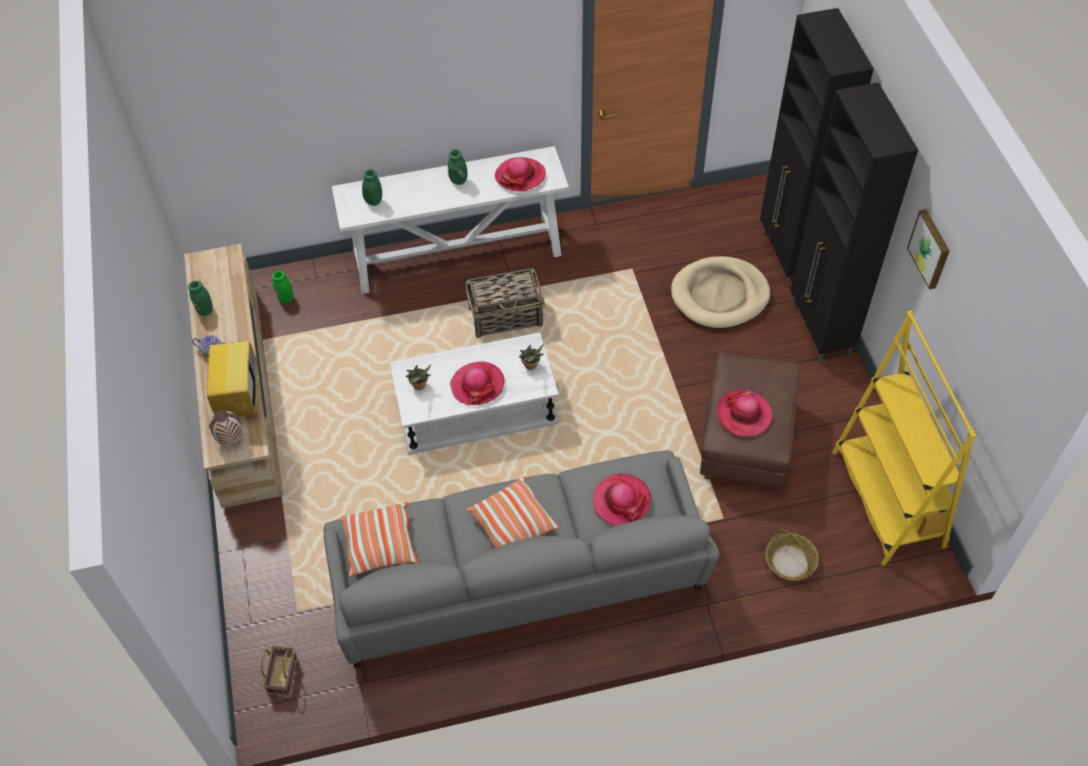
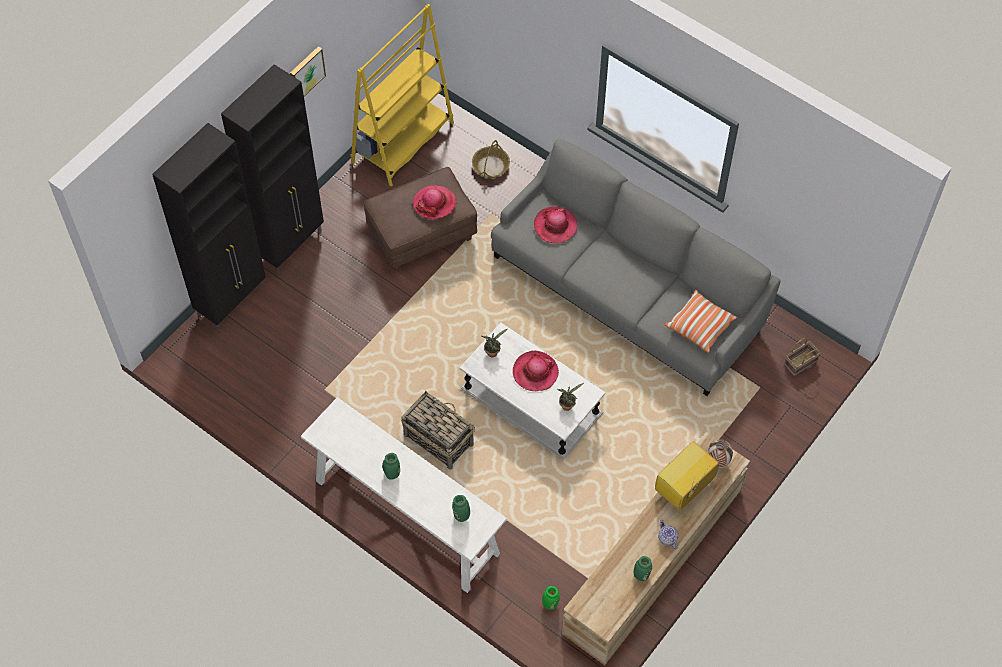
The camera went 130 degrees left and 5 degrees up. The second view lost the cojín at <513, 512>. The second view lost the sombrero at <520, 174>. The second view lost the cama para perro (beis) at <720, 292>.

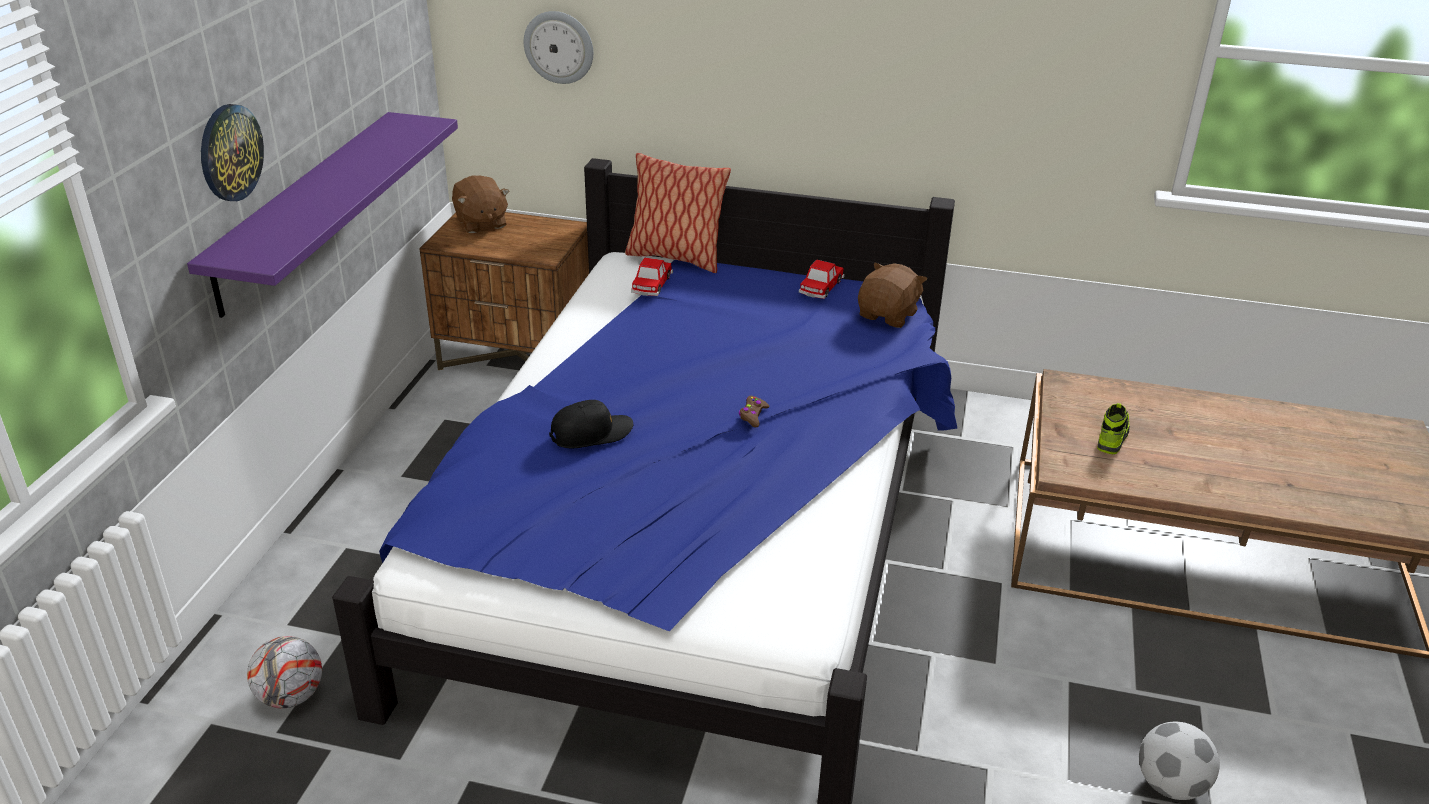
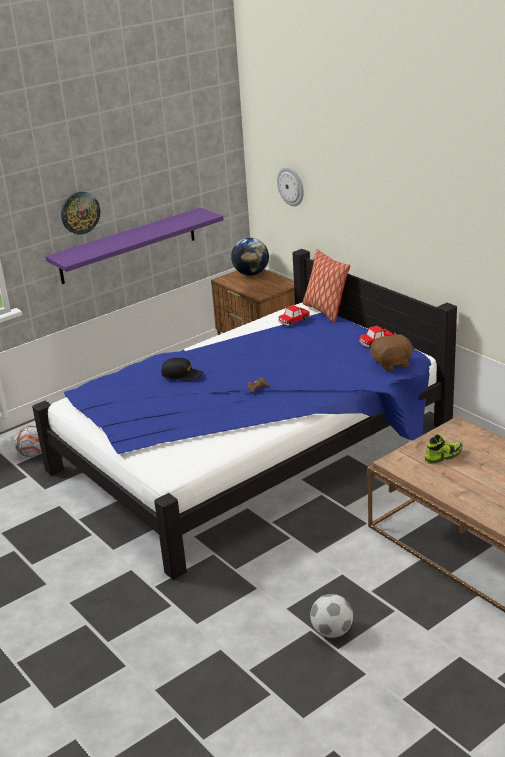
The camera went 40 degrees right and 5 degrees down. Where the peluche (marrón) stood at <480, 204>, the globo terráqueo came to stand at <250, 257>.

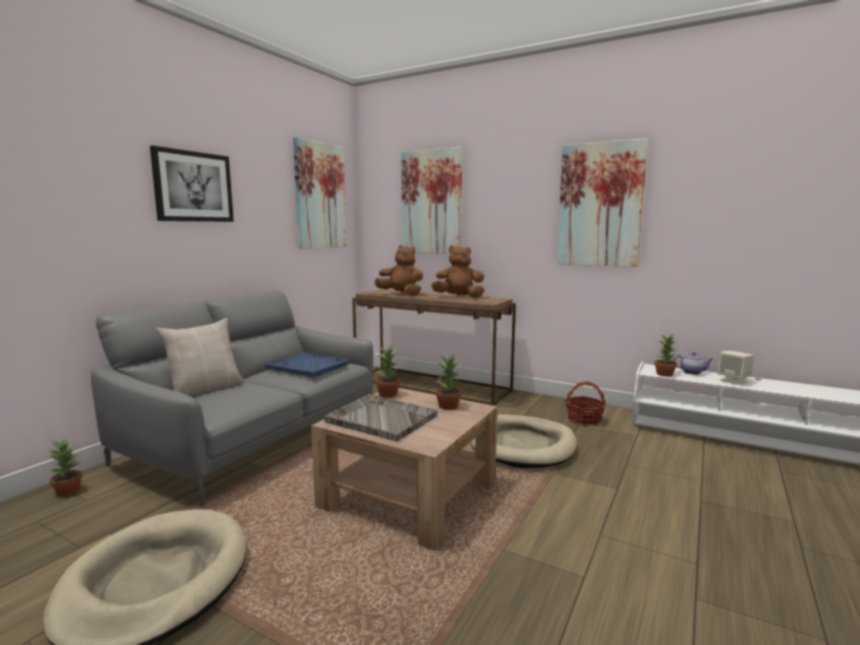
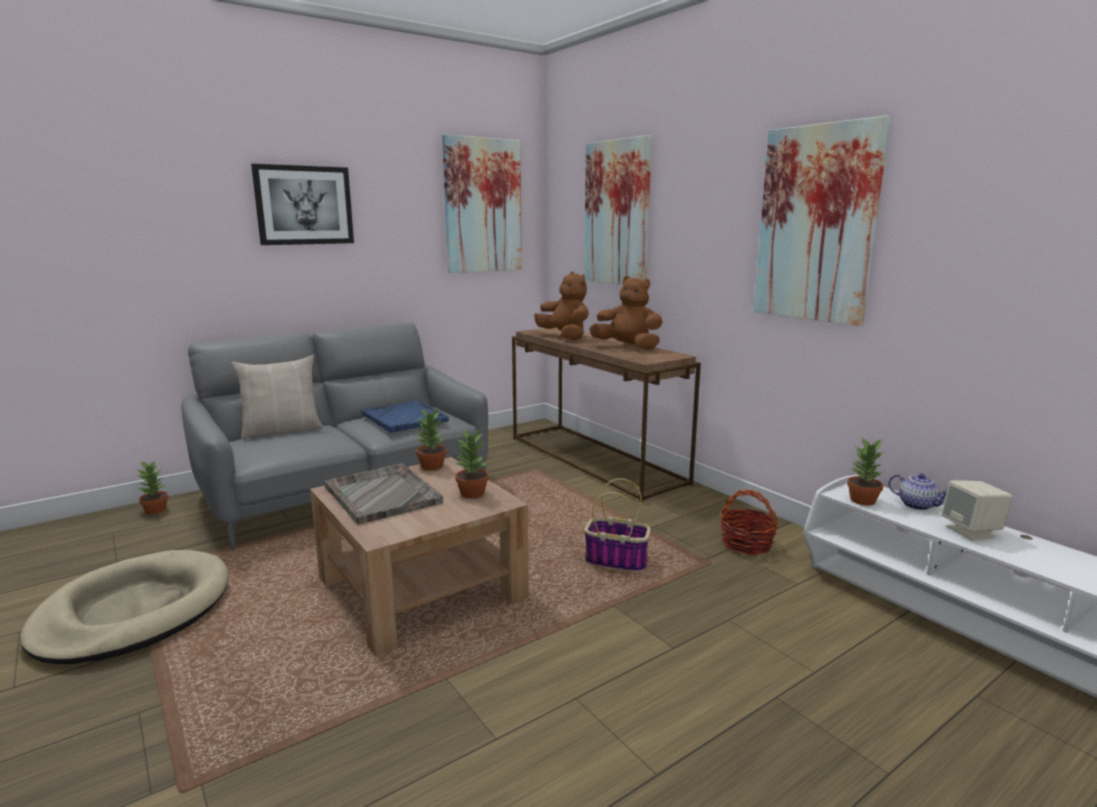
The camera went 25 degrees right and 5 degrees up. Where the cama para perro (beis) stood at <523, 441>, the cesta came to stand at <617, 525>.

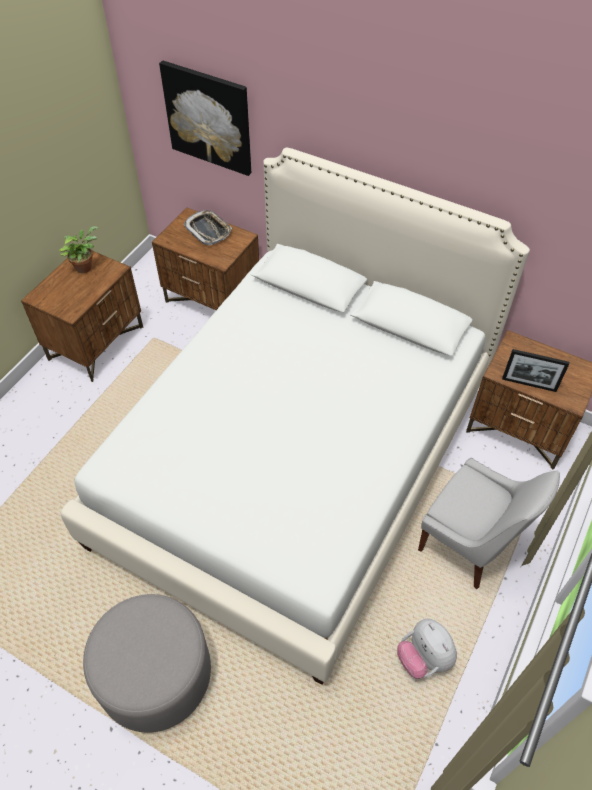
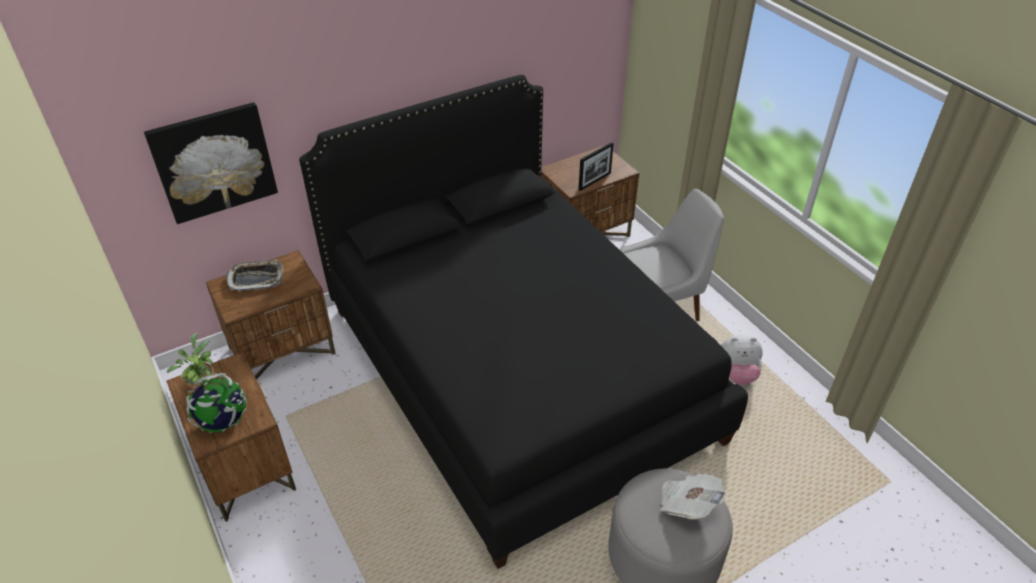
The camera went 60 degrees left and 10 degrees down. The second view gained the globo terráqueo at <216, 403>. What was the cama (blanco) at <295, 416> turned into the cama (negro) at <523, 322>. The second view gained the periódico at <693, 496>.

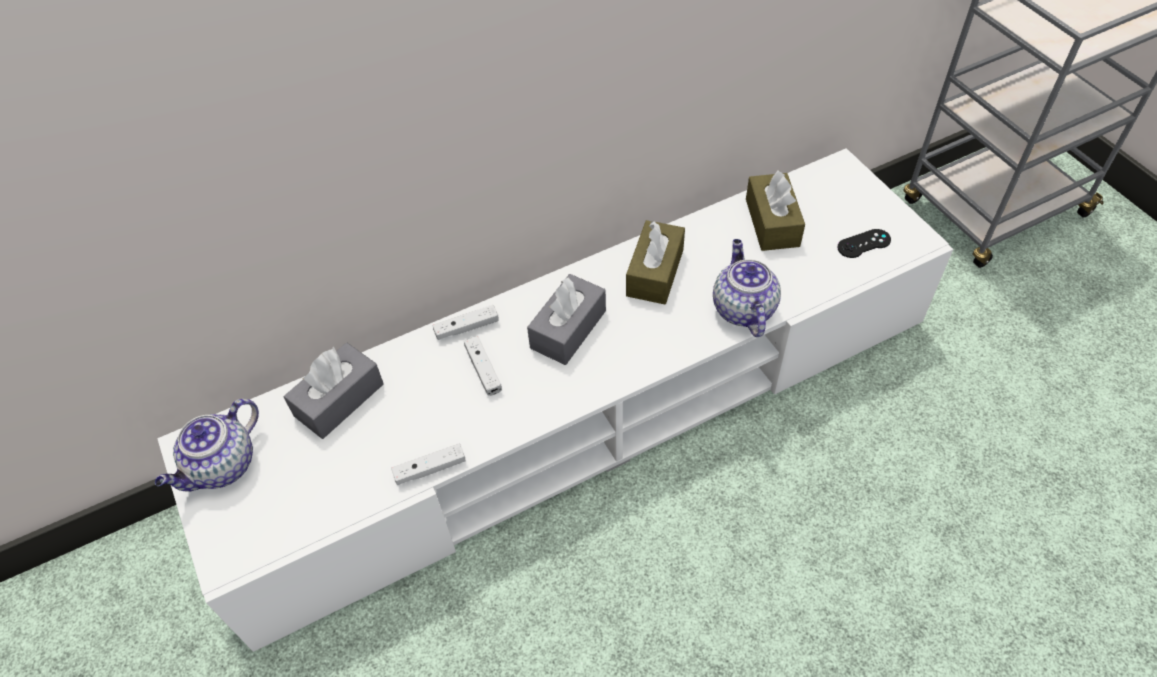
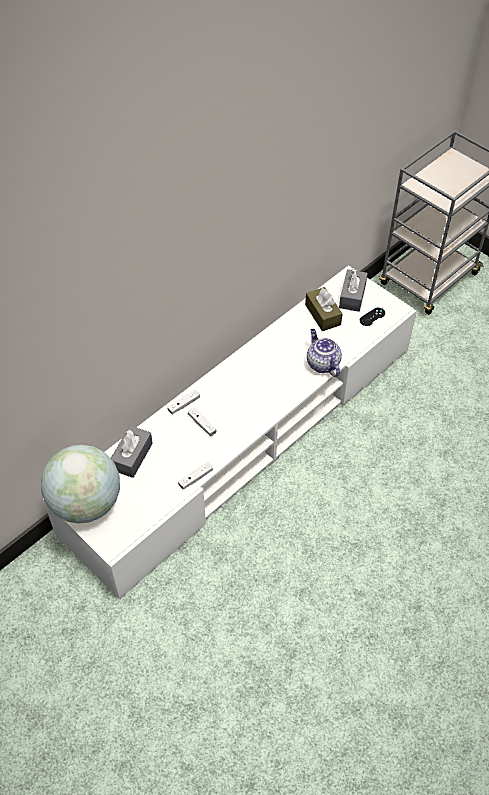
The camera went 20 degrees left and 0 degrees up. Where the tetera stood at <207, 445>, the globo terráqueo came to stand at <80, 484>. The caja de pañuelos (gris) ended up elsewhere, having gone from <566, 319> to <353, 290>. The second view lost the caja de pañuelos (marrón) at <655, 262>.

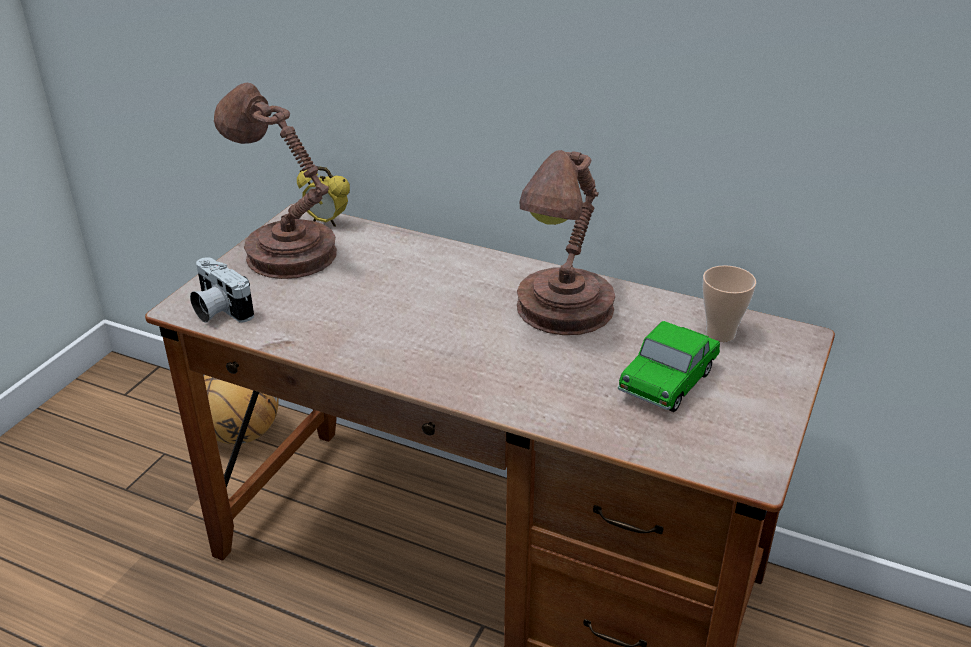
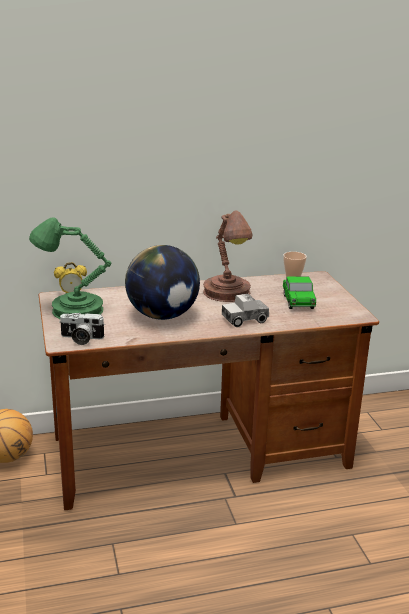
The camera went 40 degrees left and 10 degrees down. What was the lámpara de mesa (marrón) at <275, 181> turned into the lámpara de mesa (verde) at <70, 268>. The second view gained the globo terráqueo at <162, 282>. The second view gained the camión de juguete at <245, 310>.

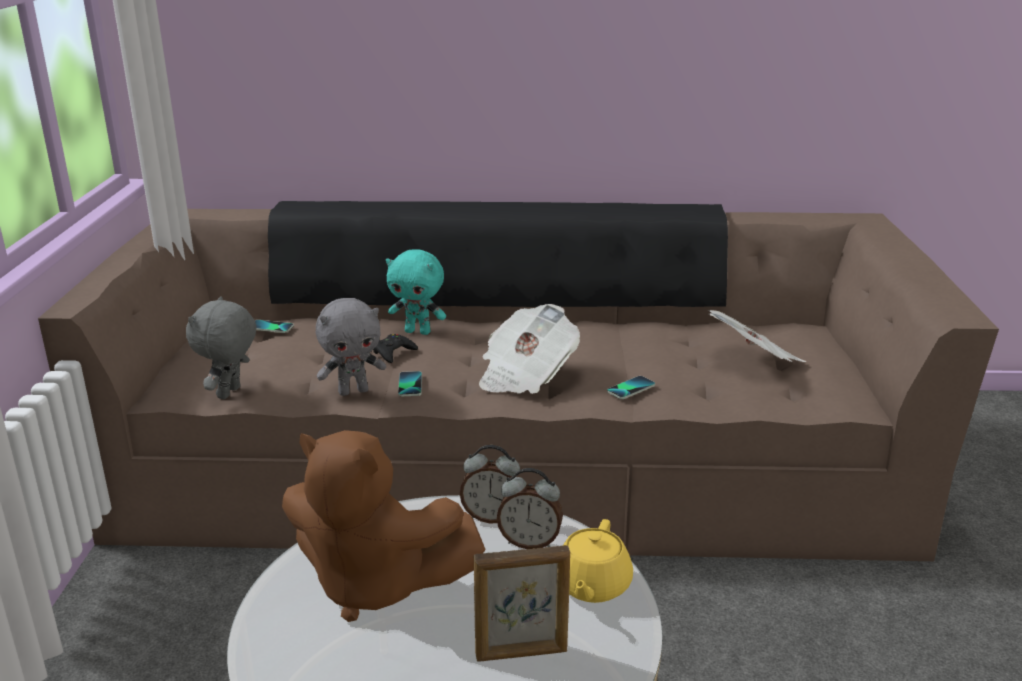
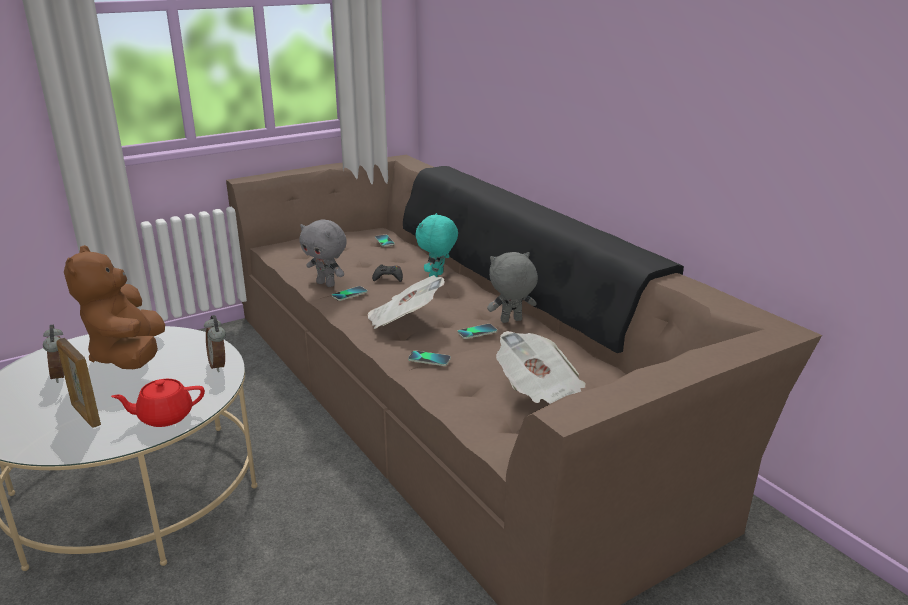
The camera went 55 degrees right and 0 degrees up. The despertador ended up elsewhere, having gone from <530, 508> to <53, 354>. What was the tetera (amarillo) at <598, 561> turned into the tetera (rojo) at <158, 403>. The peluche (turquesa) at <416, 292> ended up facing another way, 45 degrees clockwise from before. The second view gained the móvil at <477, 331>. The peluche (gris) ended up elsewhere, having gone from <221, 347> to <512, 287>.

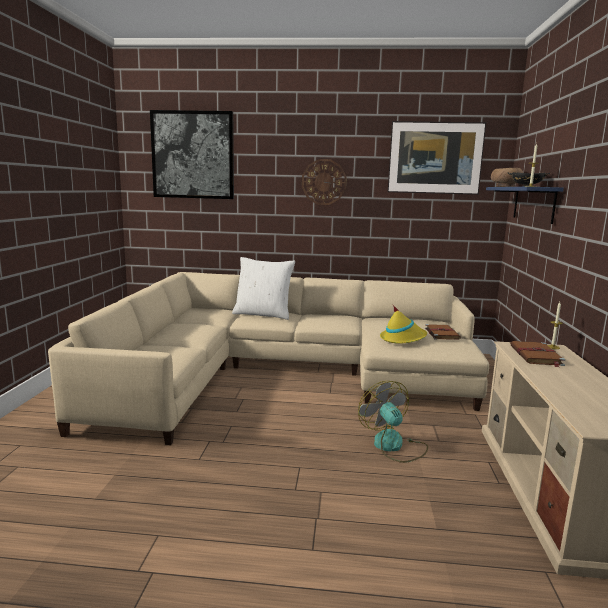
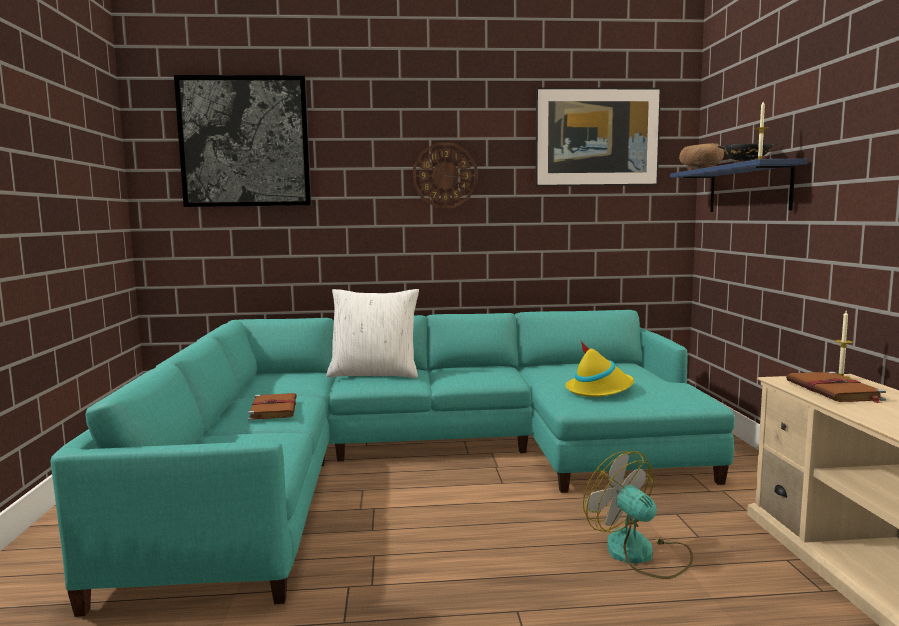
The camera went 10 degrees left and 5 degrees down. What was the sofá (beis) at <268, 358> turned into the sofá (turquesa) at <392, 463>. The libro (marrón) ended up elsewhere, having gone from <443, 332> to <272, 407>.

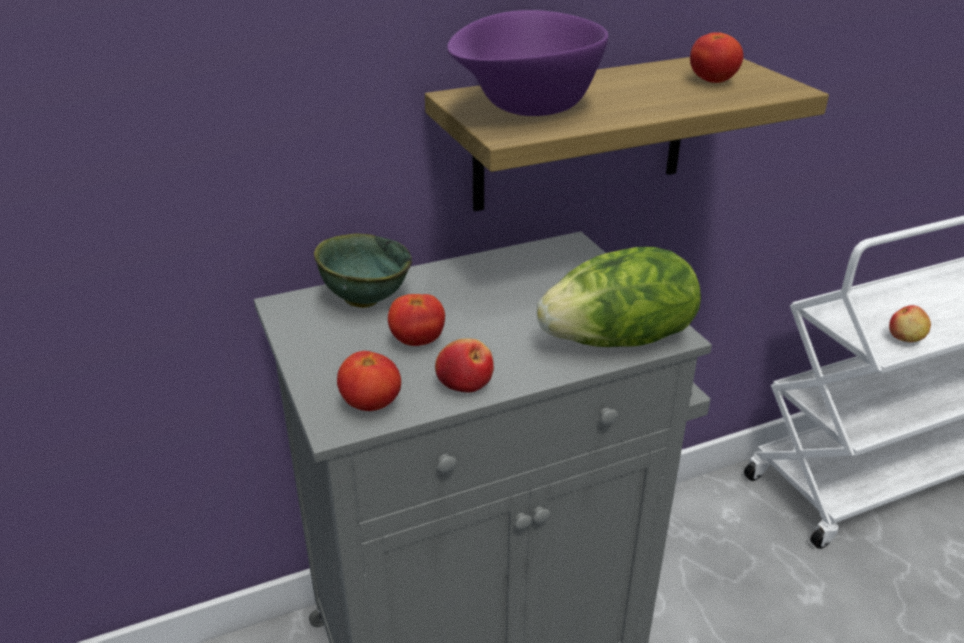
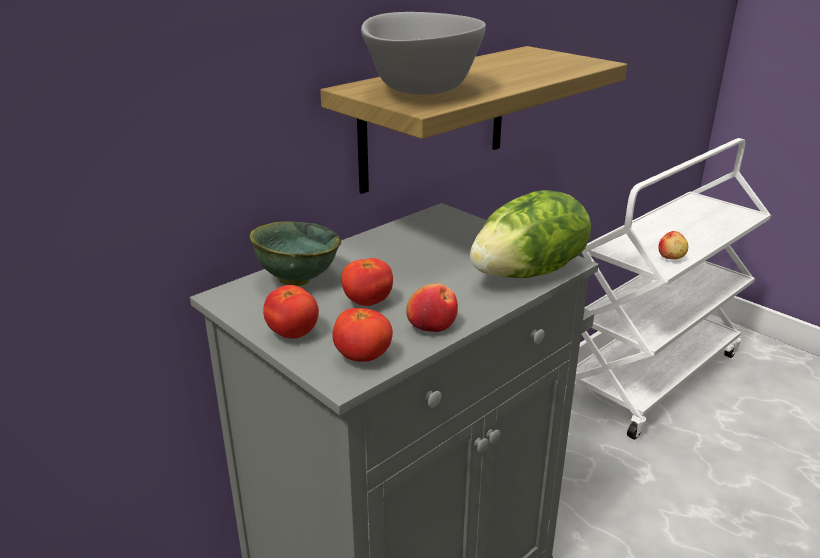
The camera went 20 degrees left and 5 degrees down. The tomate ended up elsewhere, having gone from <717, 57> to <291, 311>. What was the cuenco (morado) at <527, 63> turned into the cuenco (gris) at <423, 53>.

